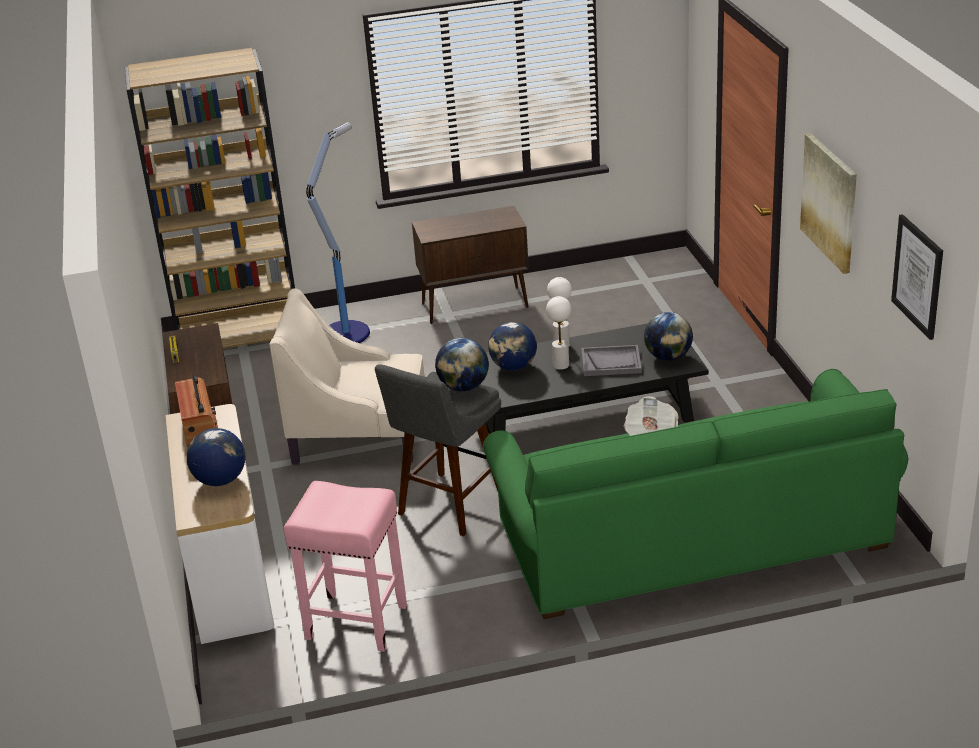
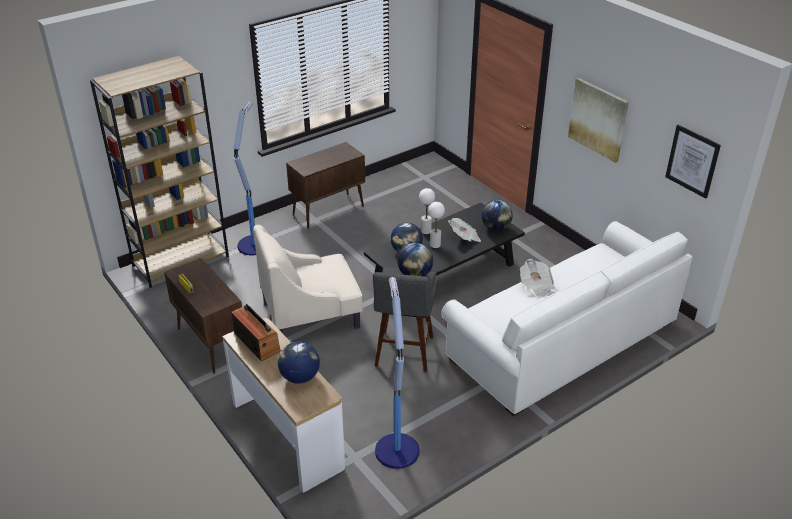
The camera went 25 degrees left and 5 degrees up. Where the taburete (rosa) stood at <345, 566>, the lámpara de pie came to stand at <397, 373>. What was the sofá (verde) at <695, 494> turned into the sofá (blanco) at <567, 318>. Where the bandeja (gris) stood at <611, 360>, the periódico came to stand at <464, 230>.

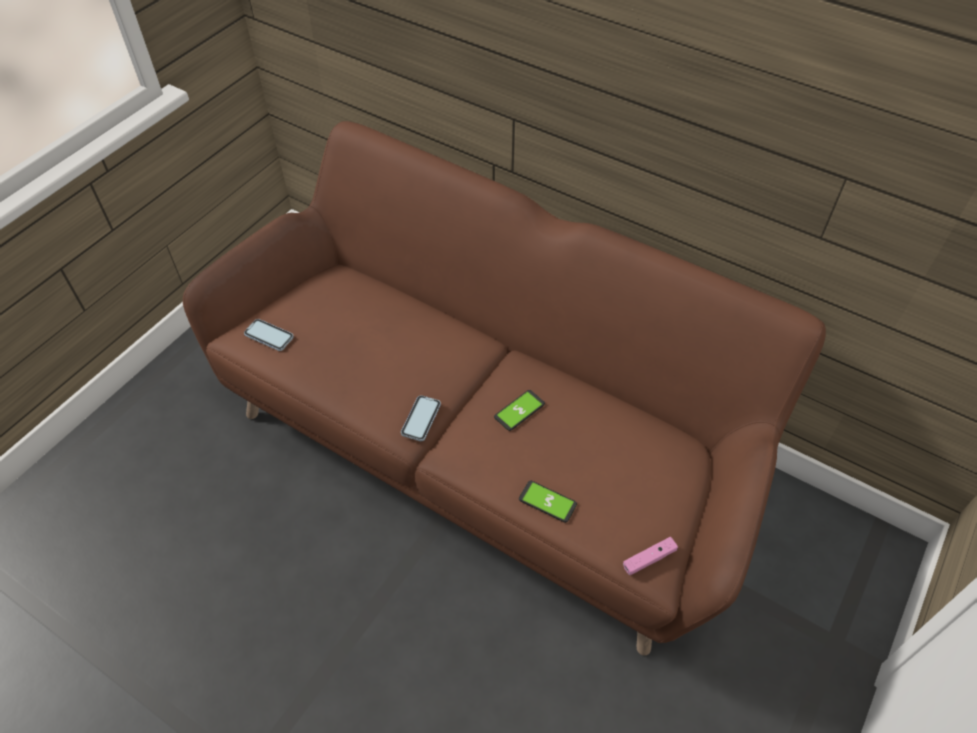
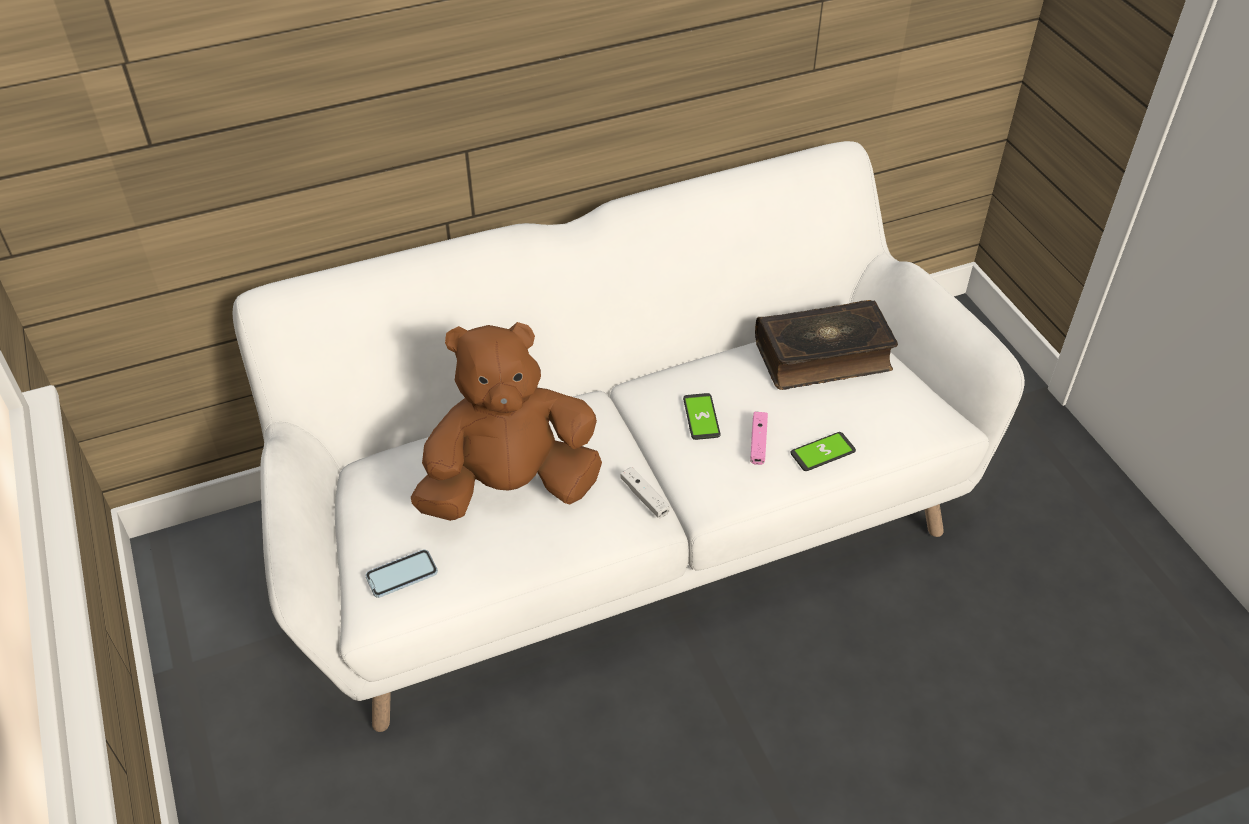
The camera went 55 degrees left and 5 degrees down. What was the sofá (marrón) at <504, 388> turned into the sofá (blanco) at <629, 436>. The second view gained the peluche (marrón) at <506, 421>. Where the móvil stood at <421, 418>, the mando de consola (blanco) came to stand at <645, 493>. The mando de consola (rosa) ended up elsewhere, having gone from <650, 556> to <759, 438>. The second view gained the libro at <826, 345>.

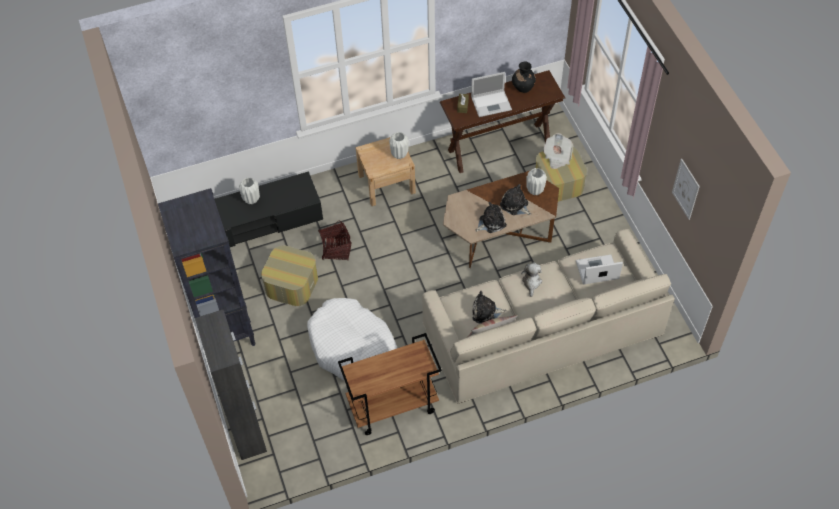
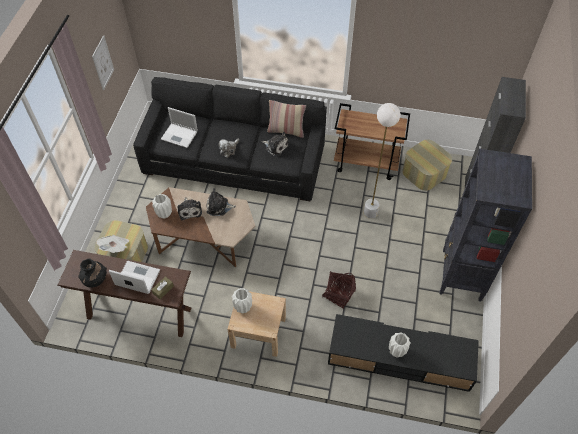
The camera went 150 degrees left and 0 degrees up. What was the sofá (beis) at <548, 316> turned into the sofá (negro) at <230, 139>. Where the cama para perro (blanco) stood at <352, 339>, the lámpara de pie (blanco) came to stand at <382, 161>. The puf ended up elsewhere, having gone from <289, 275> to <427, 165>.

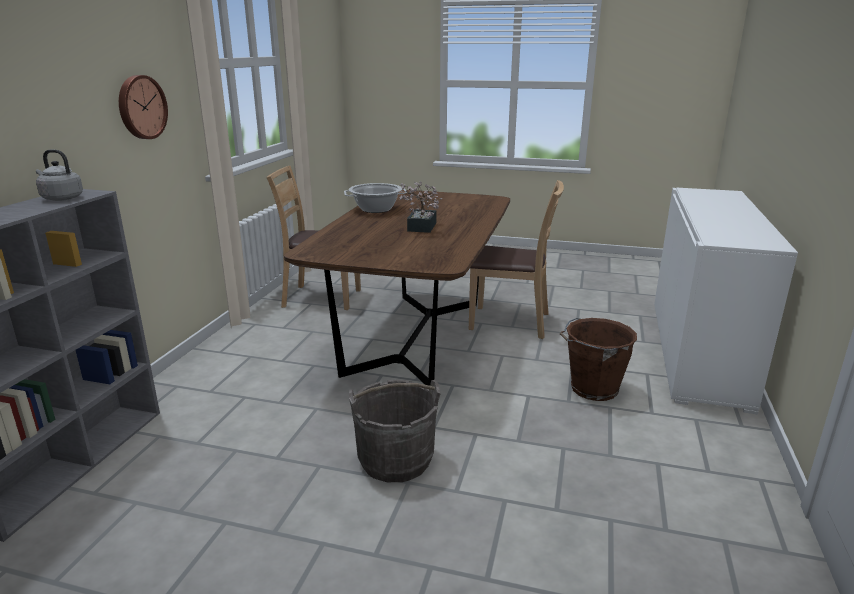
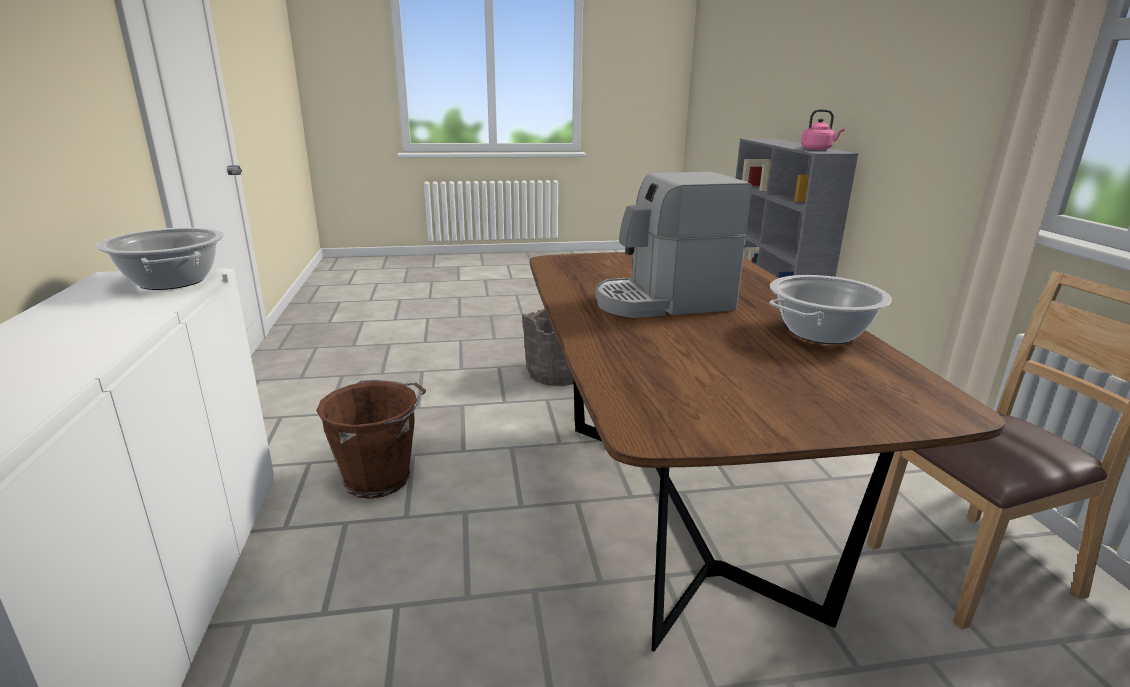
The camera went 155 degrees right and 0 degrees up. The second view gained the olla at <160, 258>. Where the planta en maceta stood at <420, 207>, the cafetera came to stand at <673, 245>. What was the hervidor (gris) at <59, 175> turned into the hervidor (rosa) at <823, 129>. The second view lost the reloj de pared at <143, 107>. The second view lost the silla (marrón) at <516, 259>.

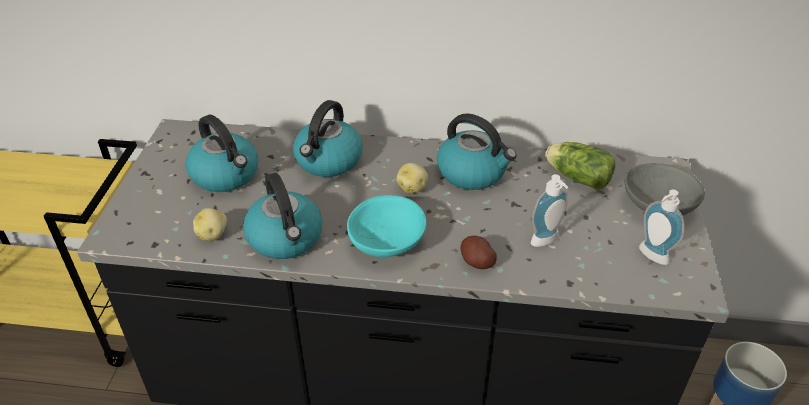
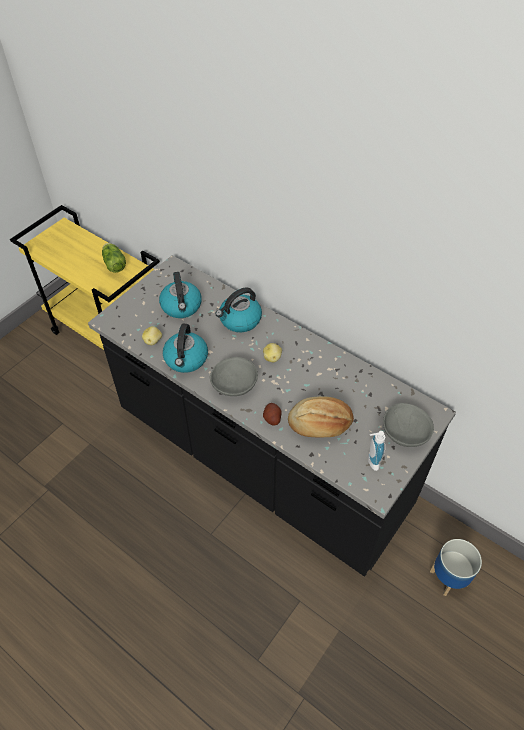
The camera went 30 degrees right and 10 degrees up. The lechuga ended up elsewhere, having gone from <580, 166> to <114, 258>. What was the cuenco (turquesa) at <387, 226> turned into the cuenco (gris) at <234, 376>. Where the dispensador de jabón stood at <549, 210>, the pan came to stand at <321, 416>. The second view lost the hervidor at <477, 151>.

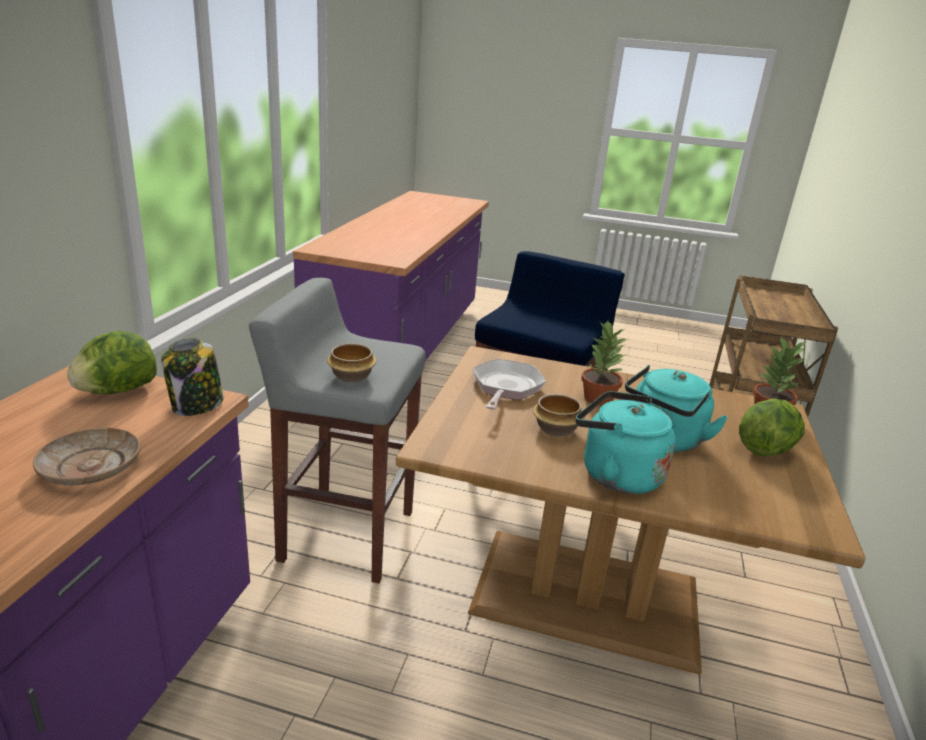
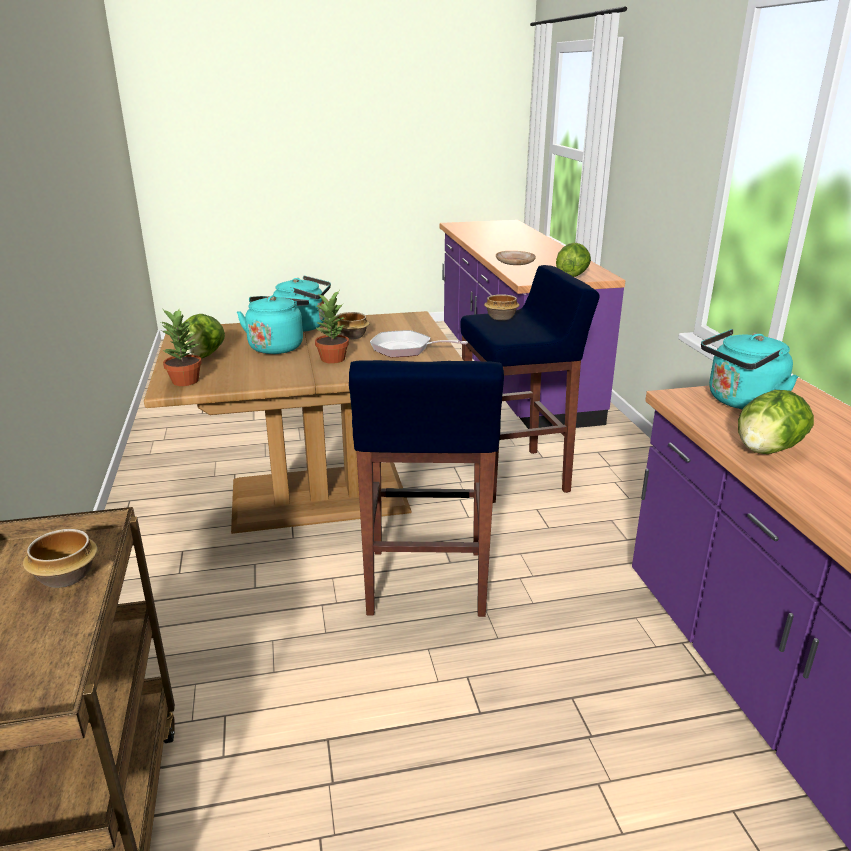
The camera went 155 degrees right and 0 degrees up. The second view gained the cuenco at <60, 558>. The sartén at <509, 384> ended up facing another way, 120 degrees clockwise from before. What was the taburete (gris) at <337, 431> turned into the taburete (azul) at <530, 384>. The second view gained the hervidor (turquesa) at <750, 369>. The second view gained the lechuga at <776, 422>. The second view lost the tarro at <192, 377>.

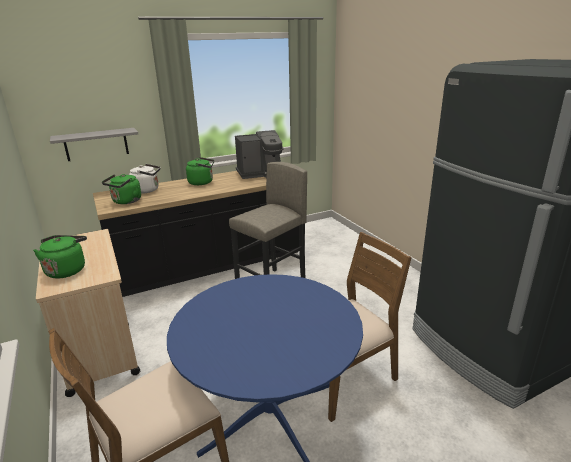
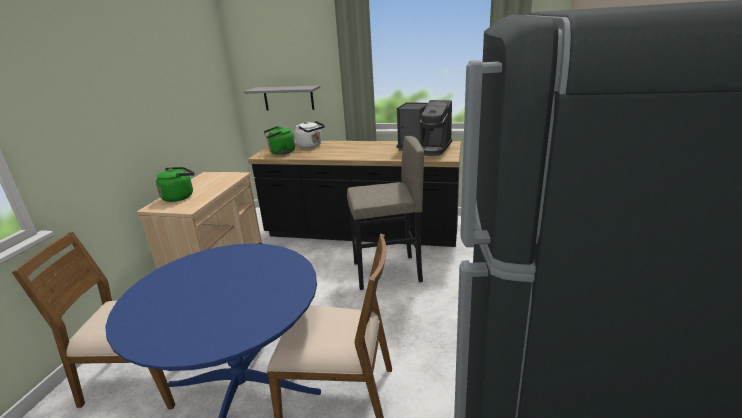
The camera went 40 degrees right and 0 degrees up. The second view lost the hervidor (verde) at <200, 171>.

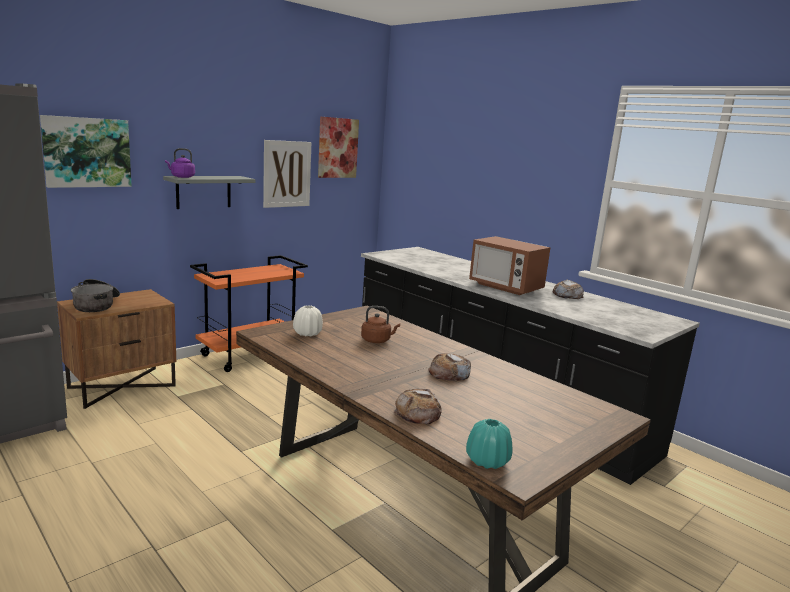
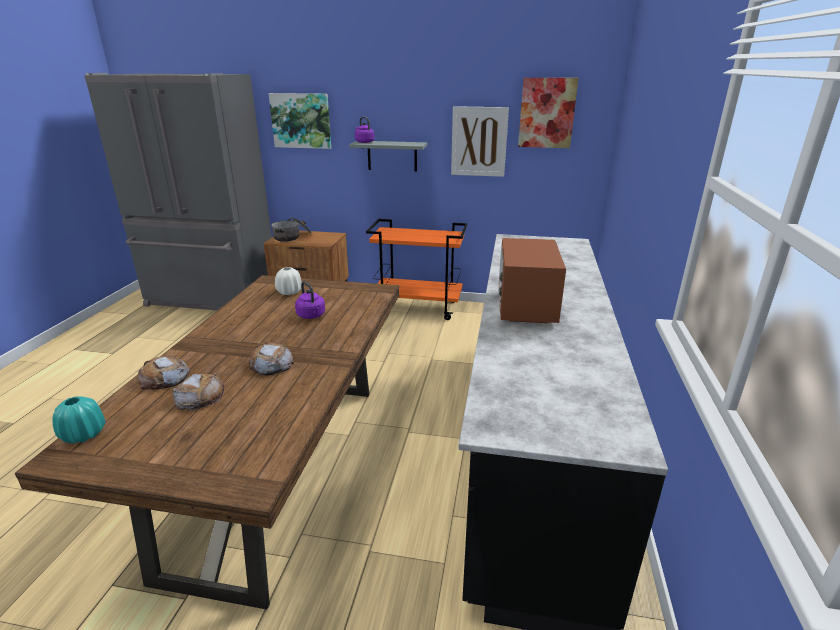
The camera went 55 degrees right and 10 degrees up. The pan ended up elsewhere, having gone from <568, 289> to <198, 392>. What was the hervidor (marrón) at <380, 324> turned into the hervidor (morado) at <310, 300>.

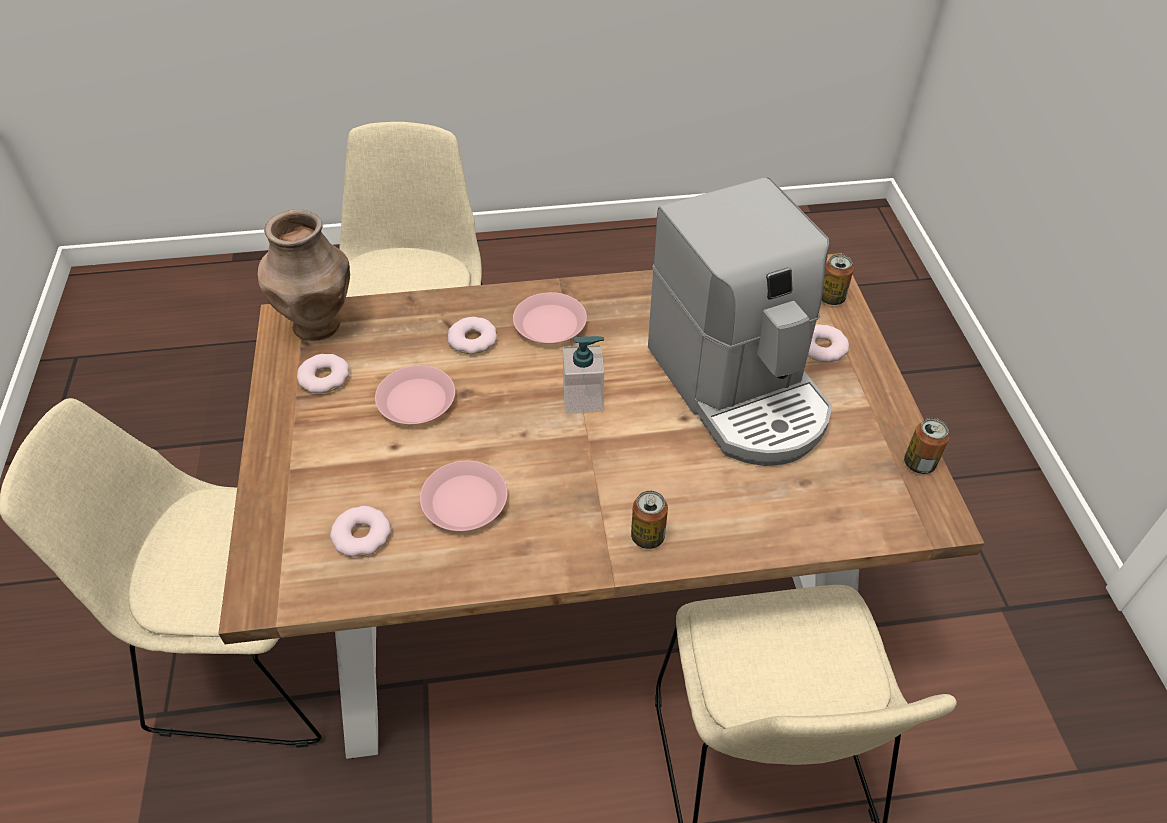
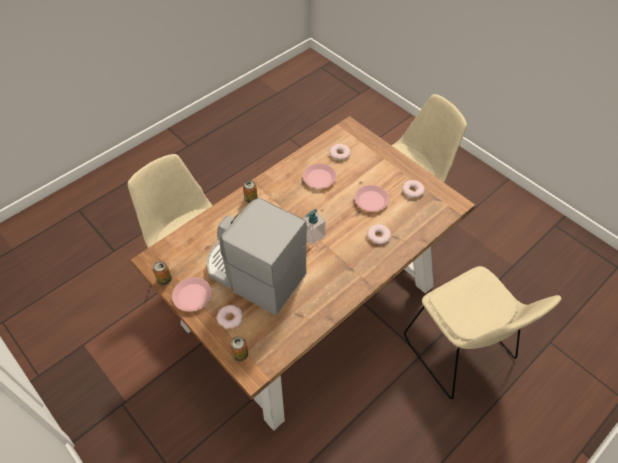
The camera went 145 degrees right and 5 degrees up. The plato (rosa) ended up elsewhere, having gone from <550, 318> to <192, 294>. The second view lost the florero (marrón) at <304, 275>.

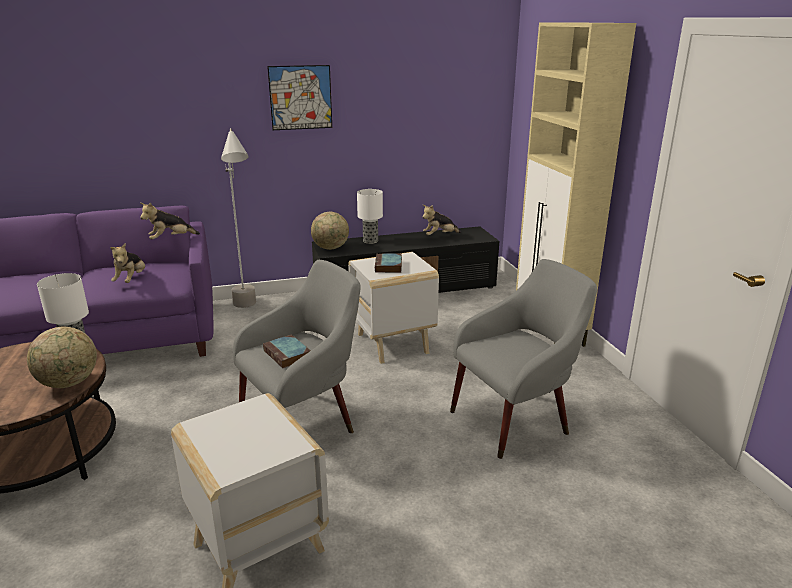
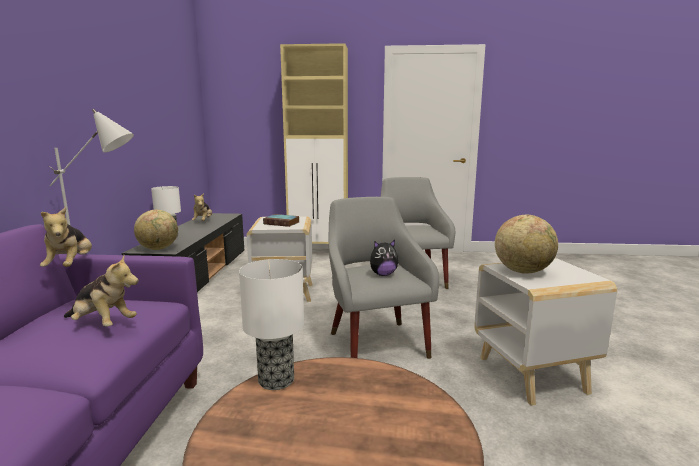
The camera went 70 degrees left and 10 degrees down. Where the libro stood at <287, 351>, the peluche came to stand at <384, 258>. The globo terráqueo ended up elsewhere, having gone from <62, 357> to <526, 244>. The second view lost the cuadro at <299, 97>.

